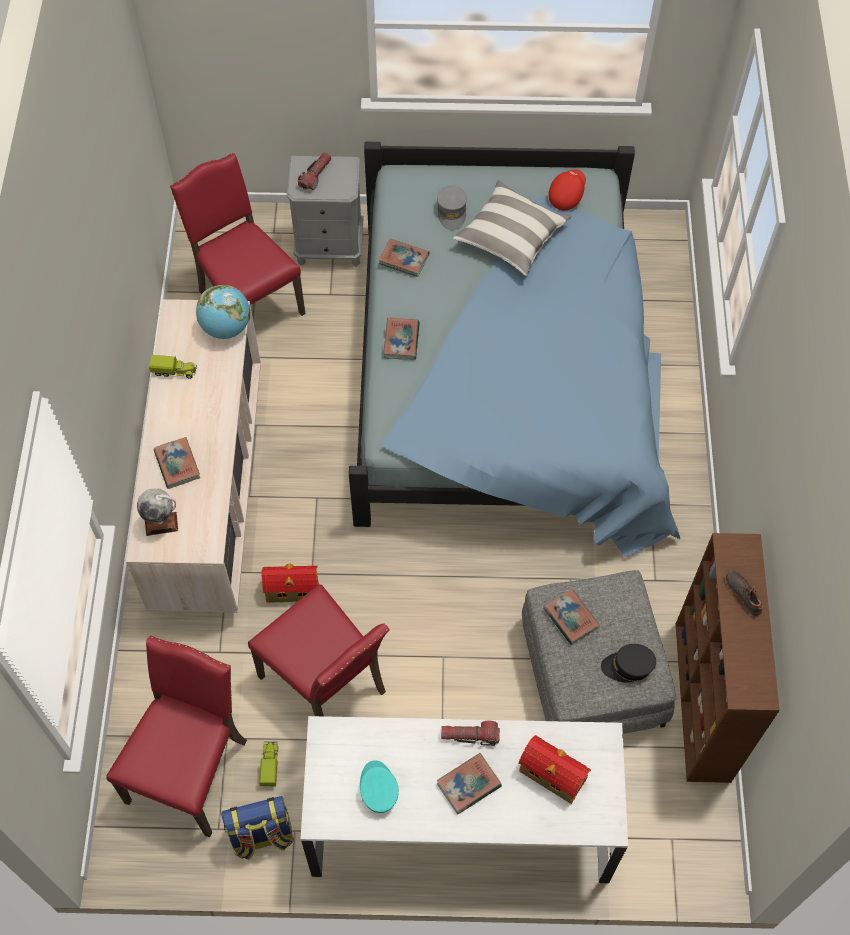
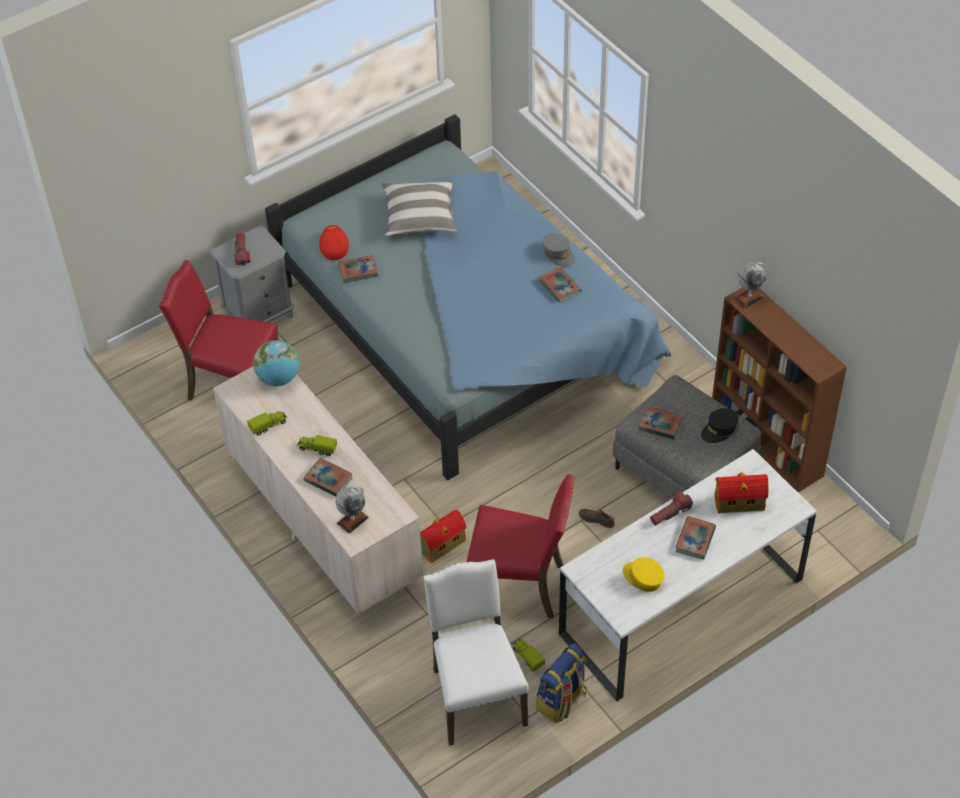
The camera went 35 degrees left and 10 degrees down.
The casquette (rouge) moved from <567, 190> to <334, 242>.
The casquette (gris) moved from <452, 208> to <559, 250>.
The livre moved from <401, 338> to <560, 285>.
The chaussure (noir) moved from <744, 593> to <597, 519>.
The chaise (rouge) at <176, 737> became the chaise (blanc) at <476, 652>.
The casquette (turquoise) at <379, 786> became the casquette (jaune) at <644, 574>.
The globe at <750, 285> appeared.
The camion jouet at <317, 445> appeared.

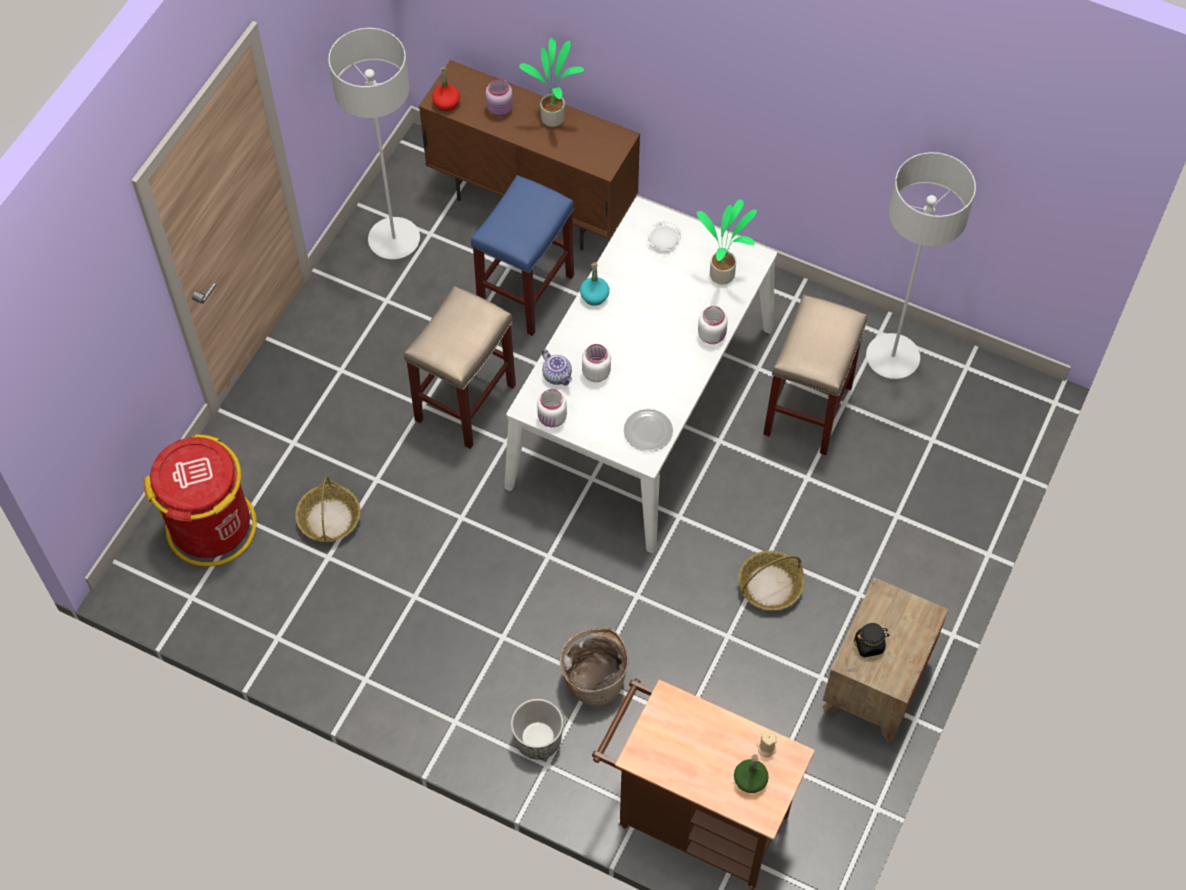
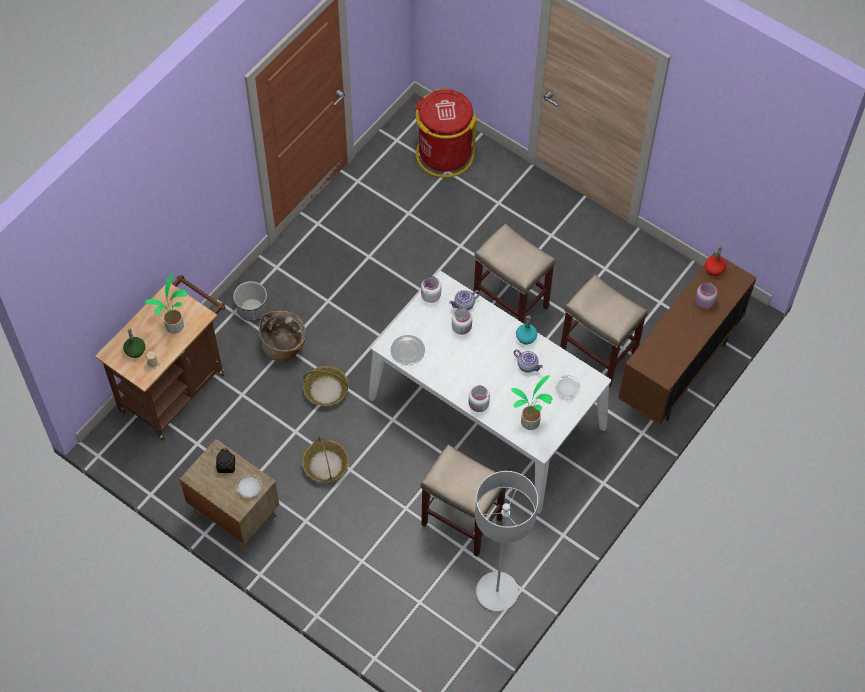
The camera went 100 degrees right and 0 degrees up.
The lampadaire (gris) at <374, 143> disappeared.
The plante en pot moved from <551, 82> to <166, 303>.
The tabouret (bleu) at <522, 255> became the tabouret (beige) at <604, 331>.
The panier moved from <327, 509> to <326, 386>.
The théière at <528, 361> appeared.
The assiette (blanc) at <249, 486> appeared.

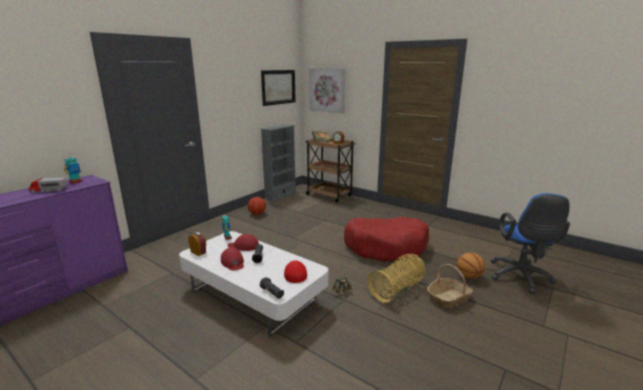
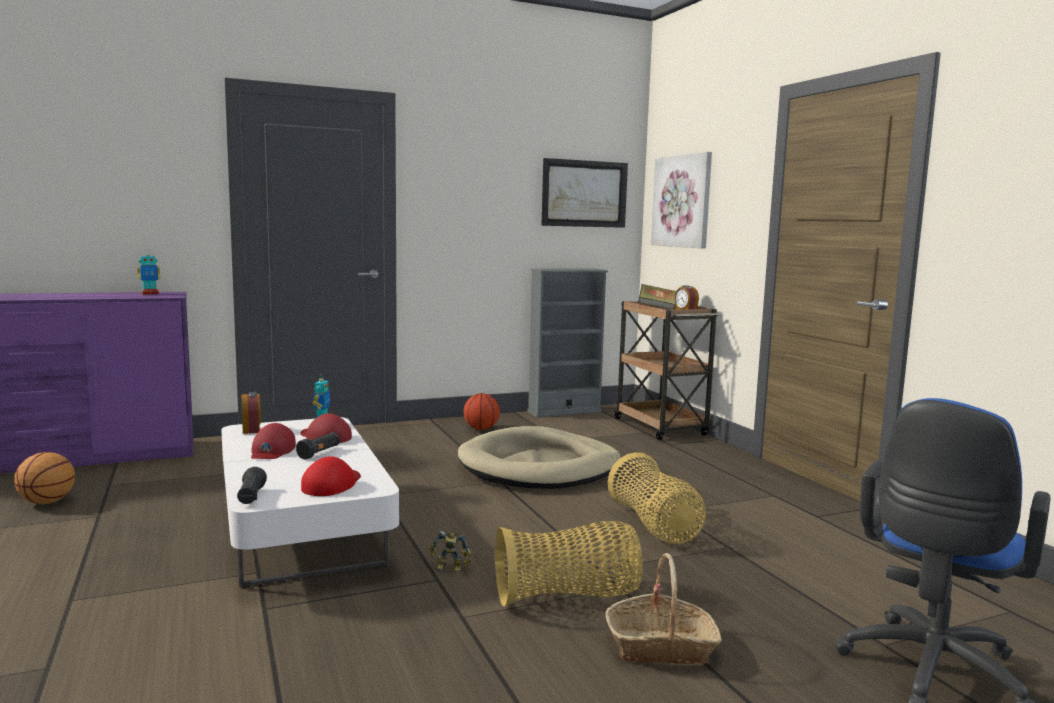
The camera went 30 degrees right and 10 degrees down.
The camion jouet at <48, 185> disappeared.
The panier pour chien (rouge) at <386, 239> was replaced by the panier at <657, 498>.
The ballon de basket moved from <471, 265> to <44, 478>.
The panier pour chien (beige) at <539, 457> appeared.

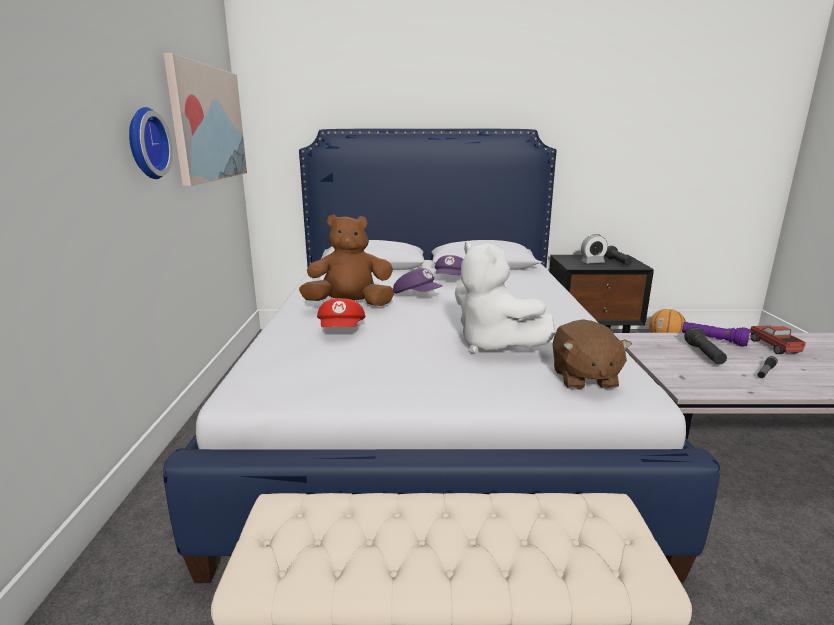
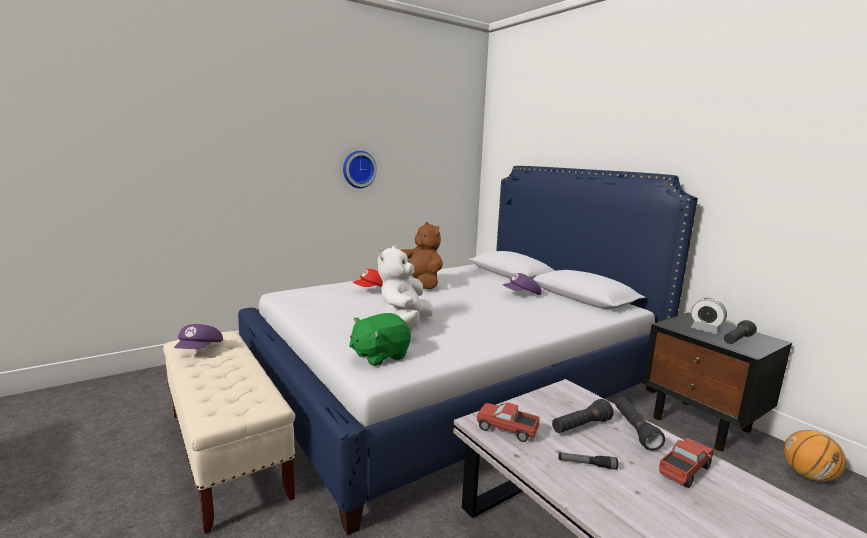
The camera went 55 degrees right and 5 degrees down.
The tableau at <205, 119> disappeared.
The casquette (violet) moved from <417, 280> to <198, 336>.
The peluche (marron) at <592, 354> became the peluche (vert) at <380, 339>.
The lampe de poche (violet) at <716, 334> became the lampe de poche (noir) at <640, 424>.
The camion jouet at <508, 422> appeared.

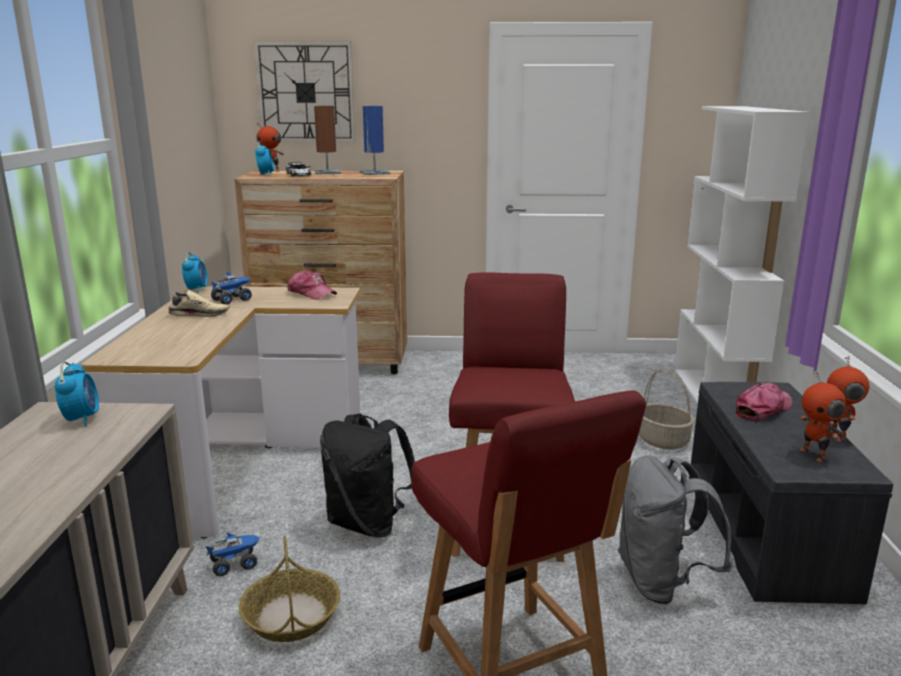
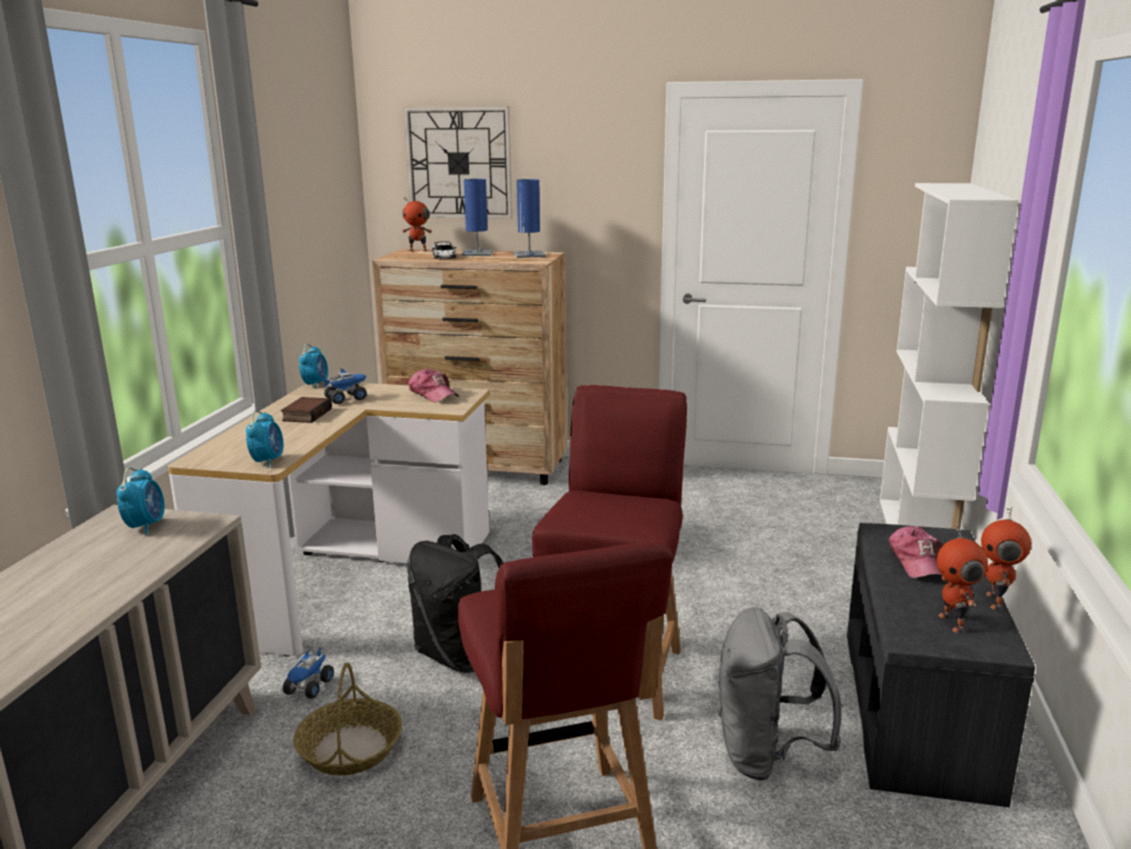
The camera went 10 degrees right and 0 degrees up.
The lampe de table (marron) at <327, 140> became the lampe de table (bleu) at <477, 217>.
The réveil moved from <264, 158> to <265, 439>.
The chaussure (beige) at <198, 303> was replaced by the livre at <306, 410>.
The panier at <667, 409> disappeared.
The casquette at <763, 402> turned 120 degrees clockwise.
The camion jouet at <232, 554> turned 120 degrees clockwise.

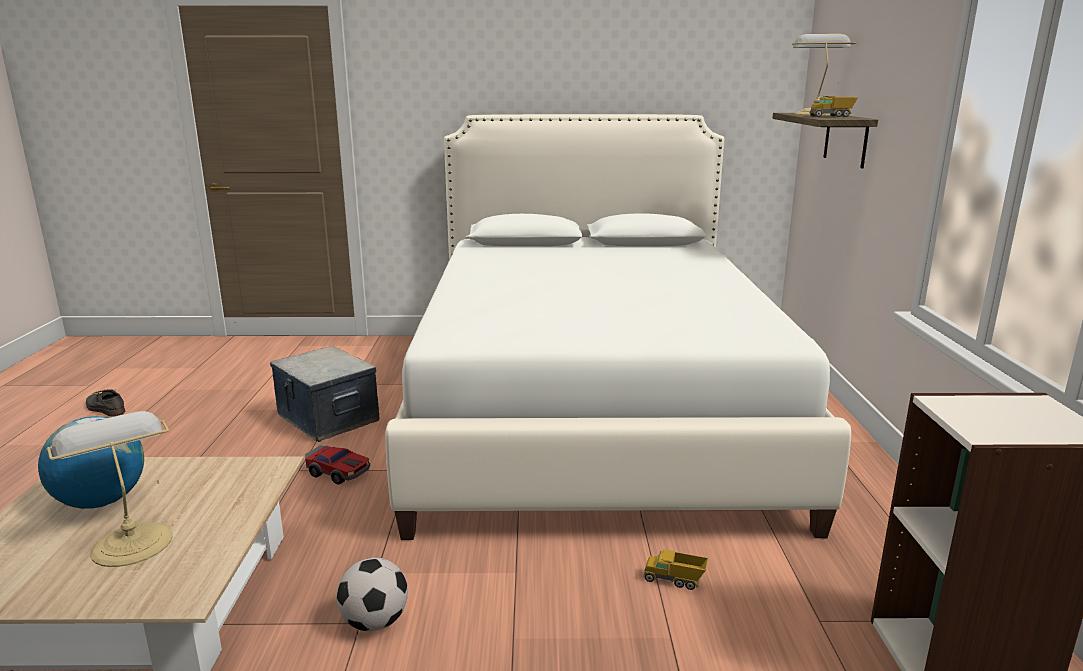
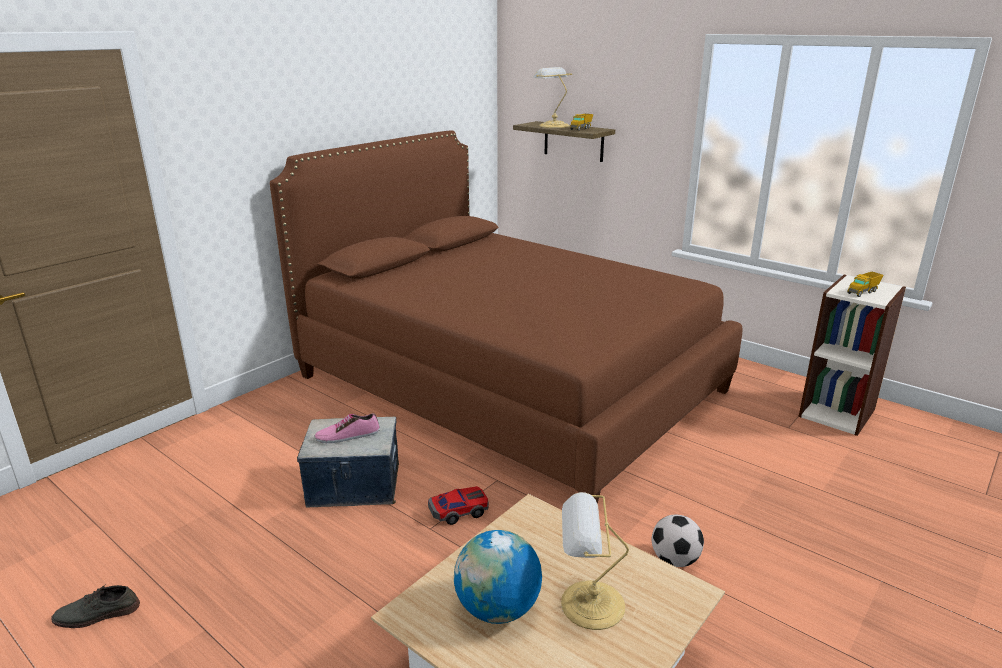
The camera went 50 degrees left and 5 degrees up.
The lit (blanc) at <618, 327> became the lit (marron) at <506, 317>.
The camion jouet moved from <675, 569> to <865, 284>.
The chaussure at <347, 428> appeared.

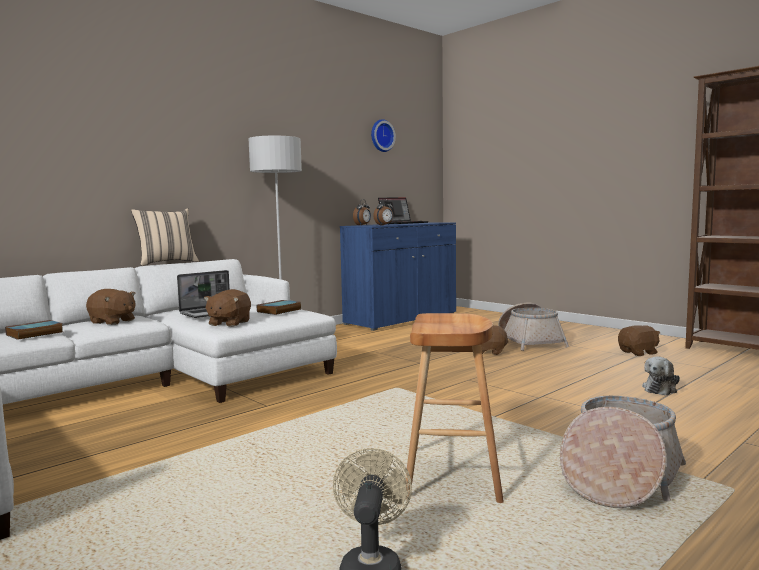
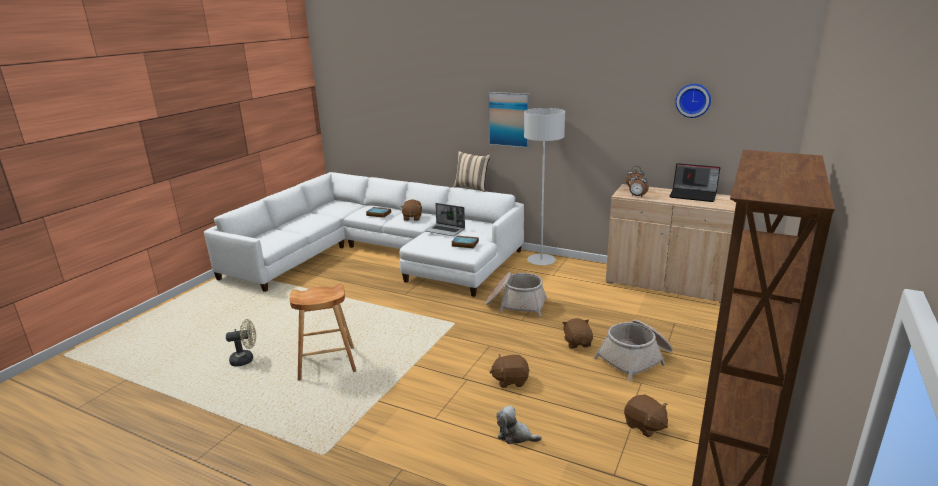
The camera went 70 degrees right and 15 degrees up.
The meuble de rangement (bleu) at <398, 276> became the meuble de rangement (beige) at <671, 243>.
The peluche (marron) moved from <227, 308> to <510, 371>.
The panier moved from <623, 452> to <516, 294>.
The tableau at <509, 120> appeared.

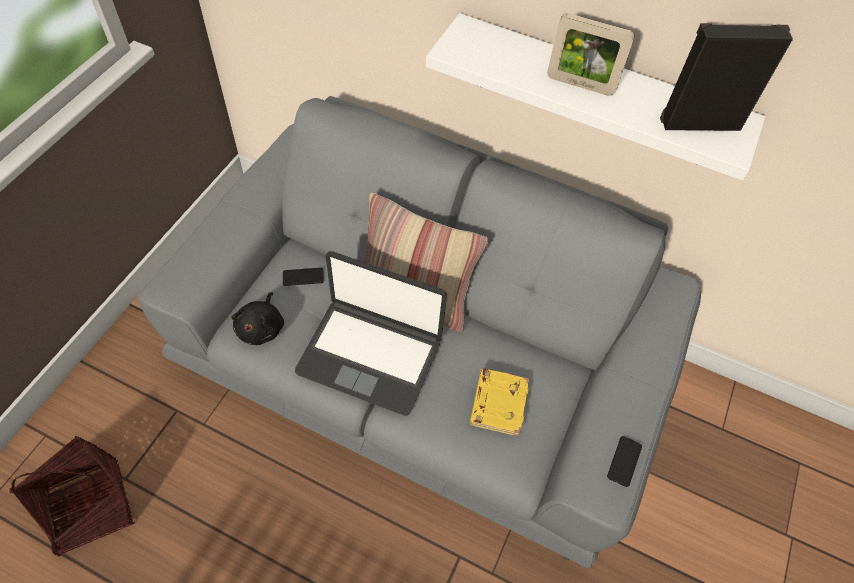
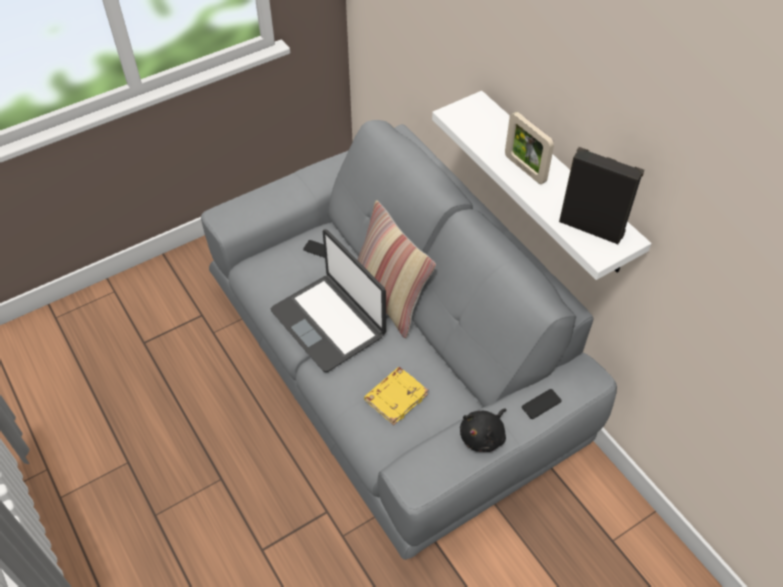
The camera went 35 degrees right and 5 degrees down.
The peluche (noir) moved from <257, 318> to <483, 430>.
The panier at <72, 496> disappeared.
The téléphone moved from <624, 461> to <542, 404>.

